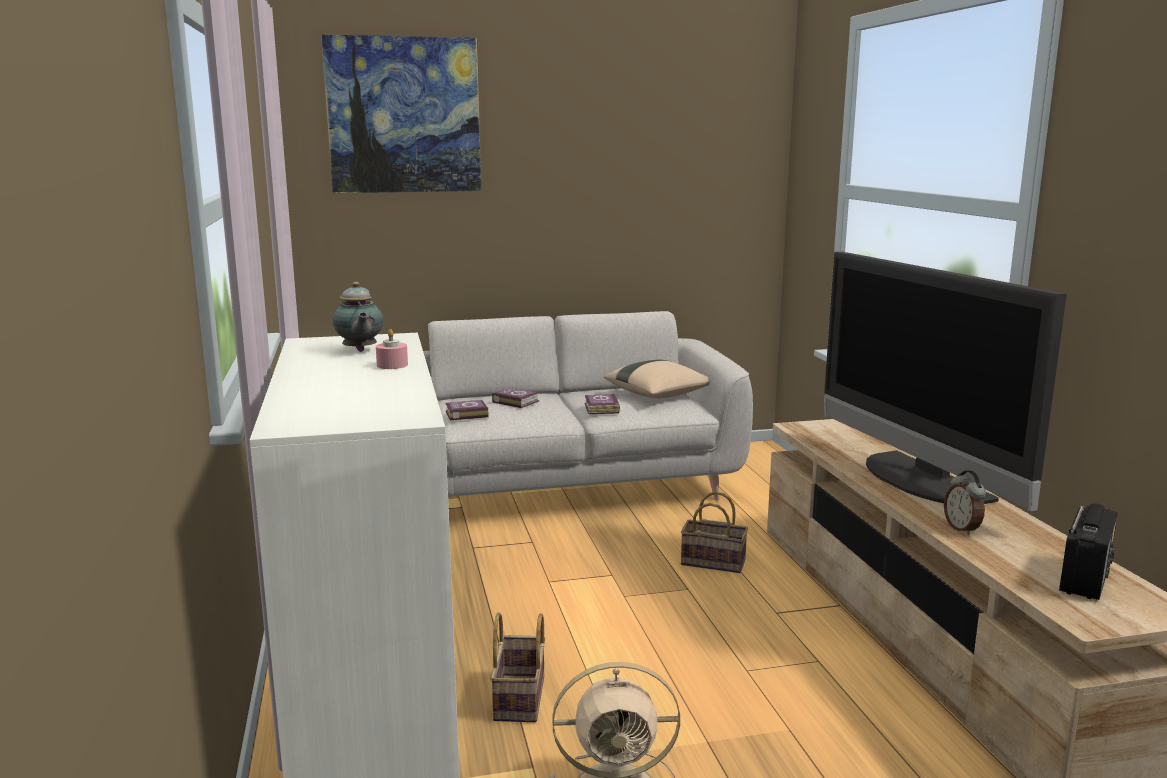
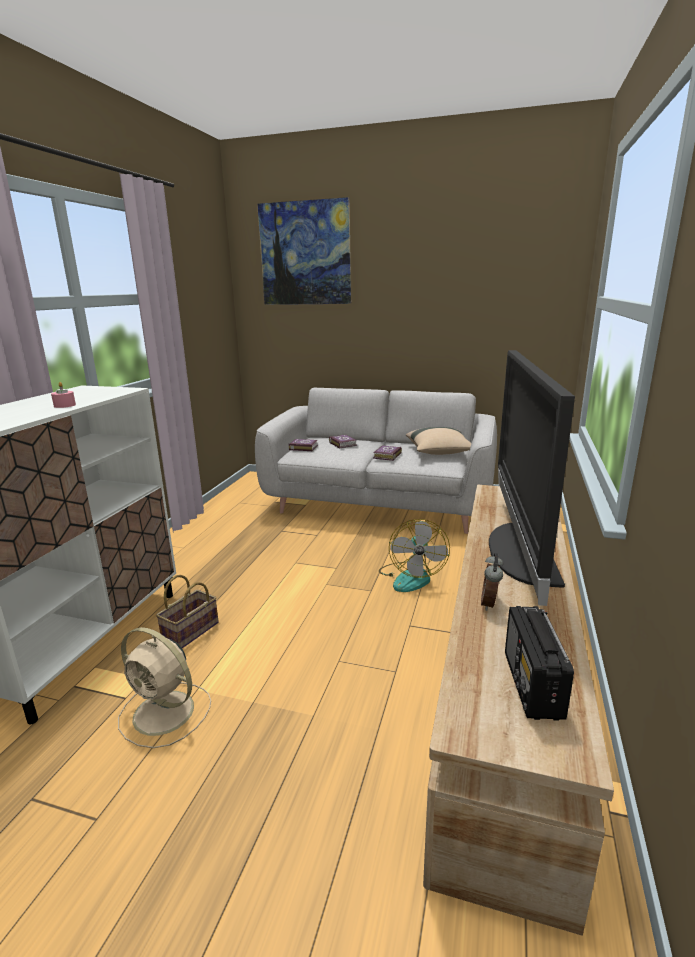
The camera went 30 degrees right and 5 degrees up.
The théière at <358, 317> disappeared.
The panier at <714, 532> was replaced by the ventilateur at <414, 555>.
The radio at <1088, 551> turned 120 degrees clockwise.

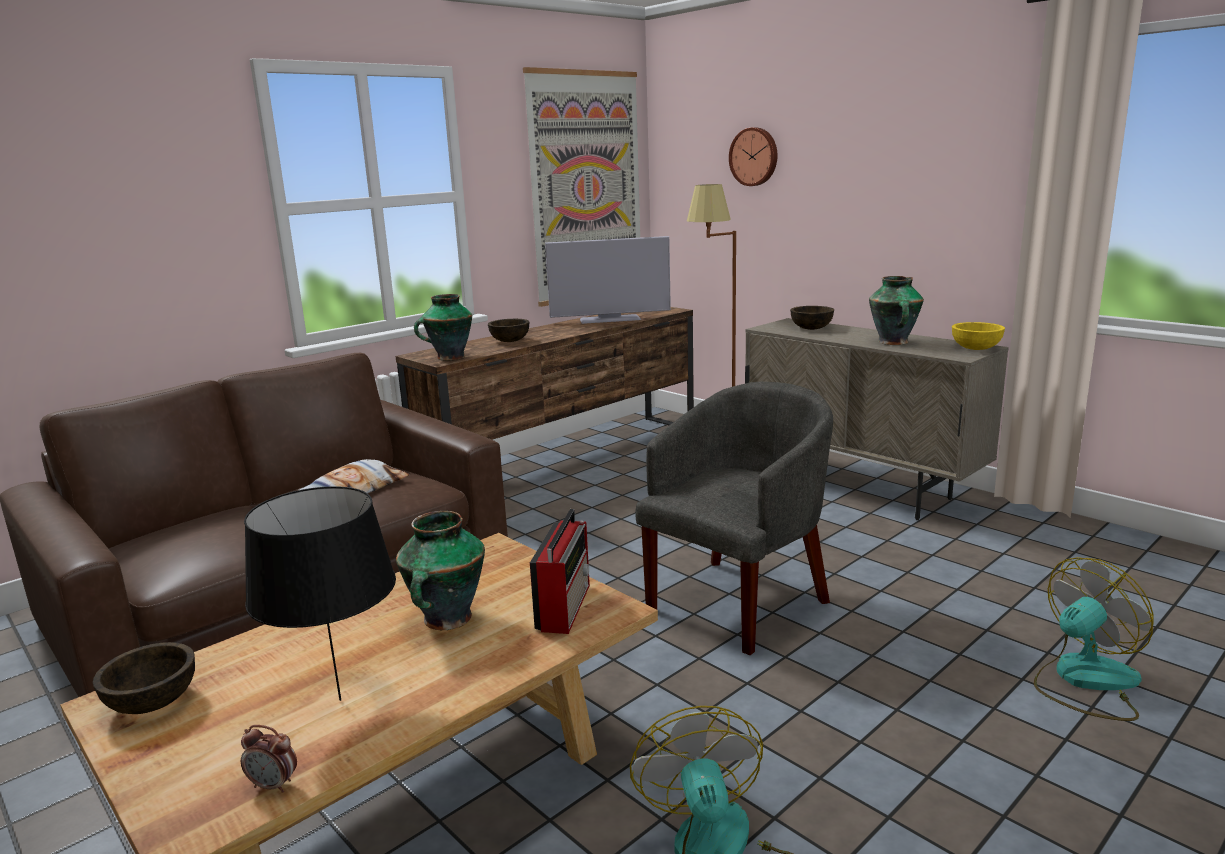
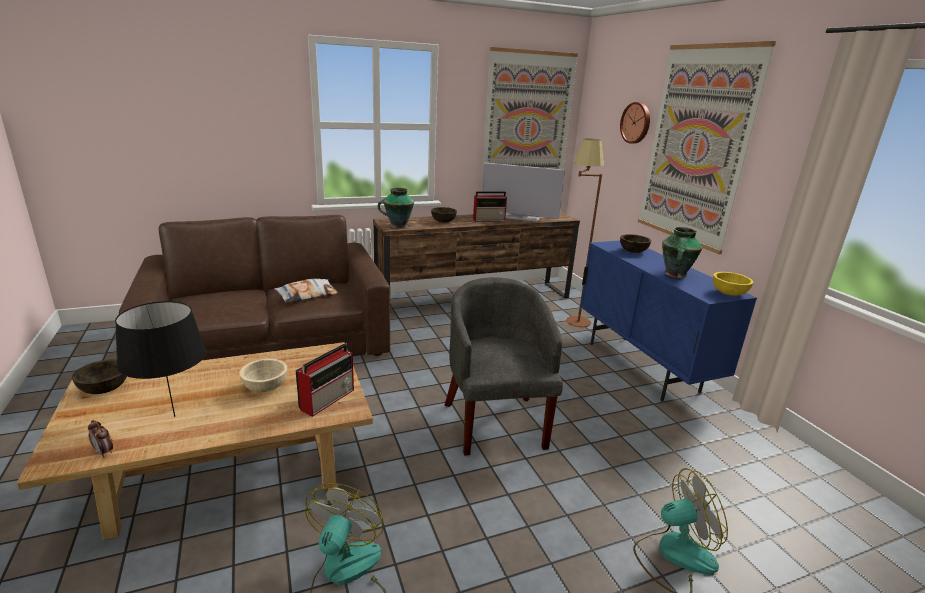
The camera went 20 degrees right and 5 degrees up.
The meuble de rangement (beige) at <877, 419> became the meuble de rangement (bleu) at <668, 321>.
The fauteuil (gris) at <734, 518> turned 75 degrees counterclockwise.
The vase at <440, 570> was replaced by the bol (beige) at <263, 375>.
The tableau at <707, 147> appeared.
The radio at <490, 206> appeared.

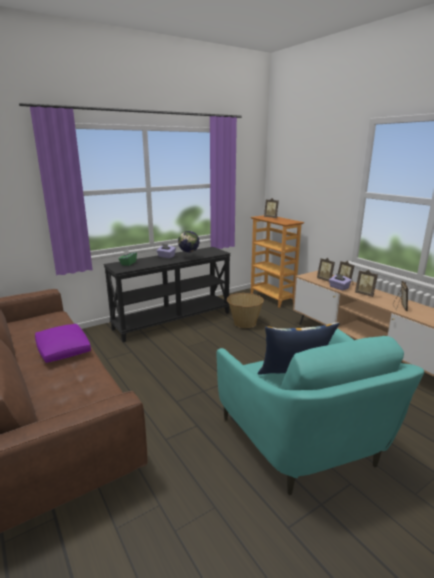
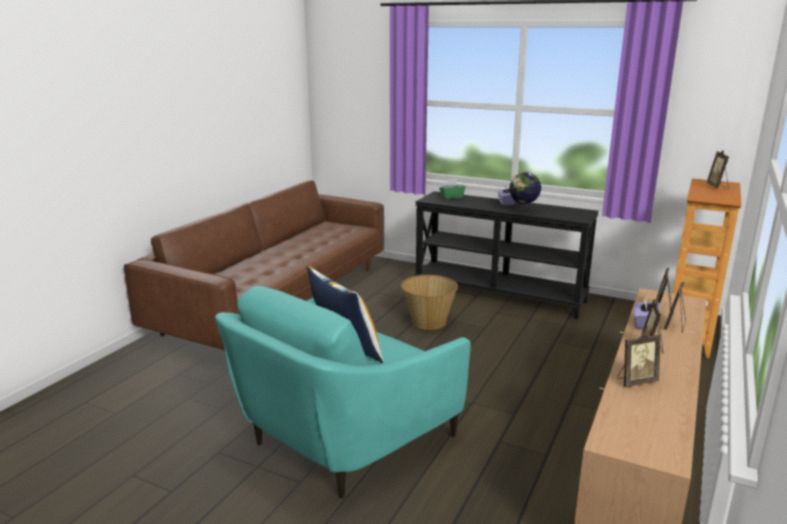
The camera went 60 degrees right and 0 degrees up.
The panier moved from <245, 310> to <429, 302>.
The coussin (violet) at <63, 343> disappeared.

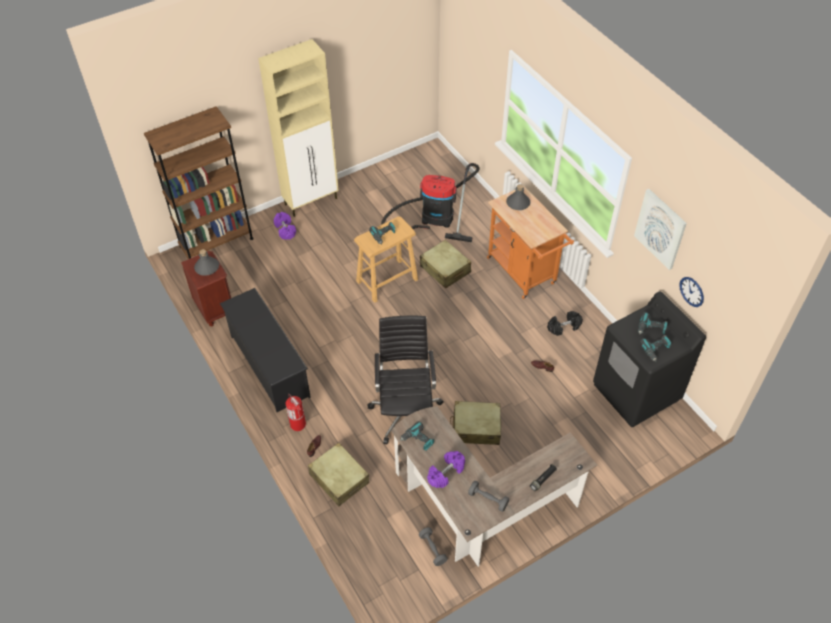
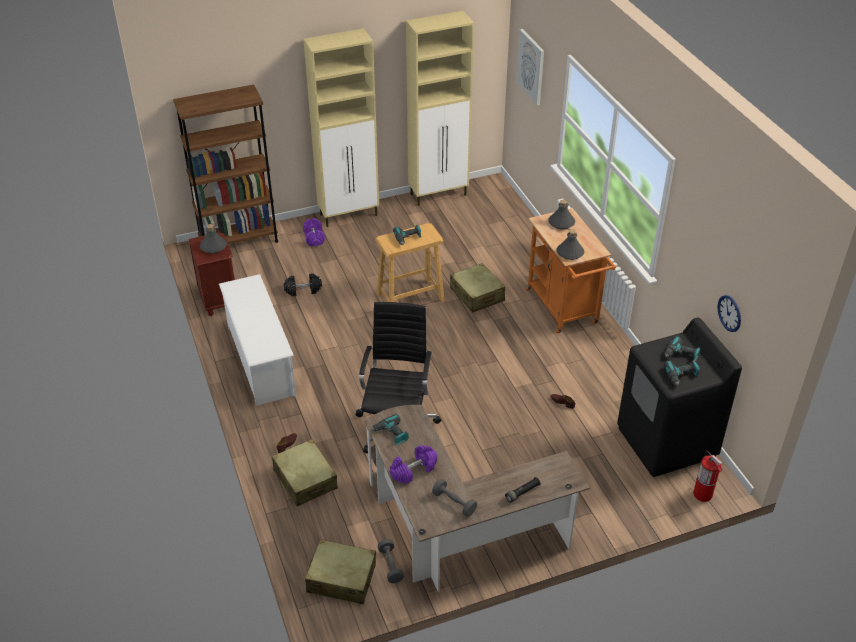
The camera went 10 degrees right and 10 degrees down.
The aspirateur at <430, 202> disappeared.
The tableau moved from <660, 229> to <530, 67>.
The étagère à chaussures (noir) at <265, 350> became the étagère à chaussures (blanc) at <257, 340>.
The haltère (noir) moved from <565, 323> to <303, 285>.
The extincteur moved from <296, 412> to <708, 476>.
The valise (beige) moved from <475, 423> to <340, 571>.
The meuble de rangement (beige) at <440, 108> appeared.
The bouteille (gris) at <570, 244> appeared.

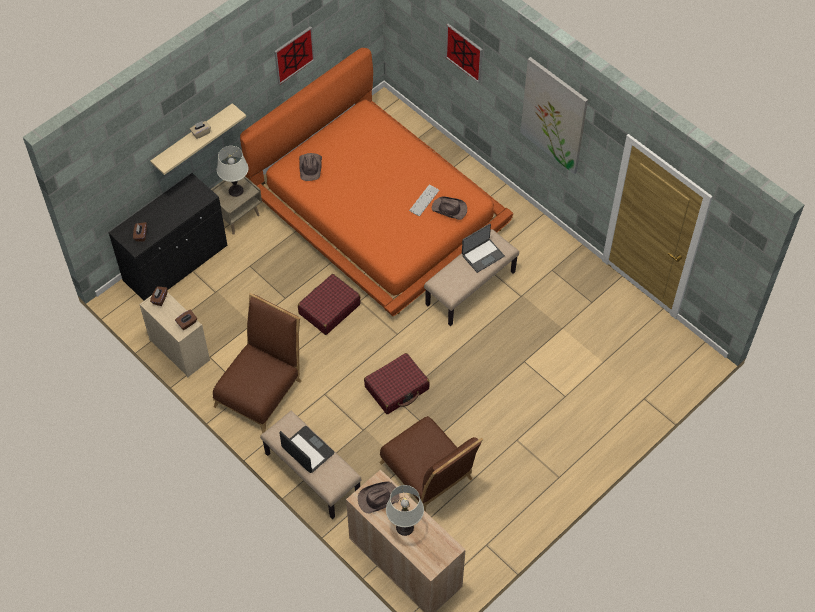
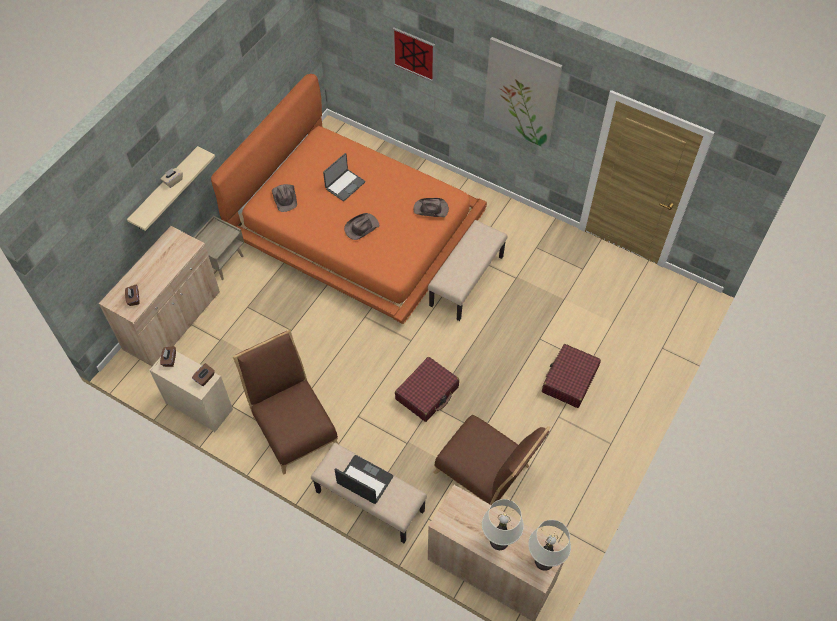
The camera went 15 degrees left and 0 degrees up.
The tableau at <294, 55> disappeared.
The lampe de table (blanc) moved from <232, 171> to <549, 545>.
The meuble de rangement (noir) at <168, 237> became the meuble de rangement (beige) at <159, 296>.
The clavier at <424, 201> disappeared.
The ordinateur portable moved from <483, 248> to <344, 177>.
The valise (rouge) moved from <329, 304> to <571, 376>.
The chaise (marron) at <257, 363> turned 45 degrees counterclockwise.
The chapeau (marron) moved from <378, 497> to <361, 226>.

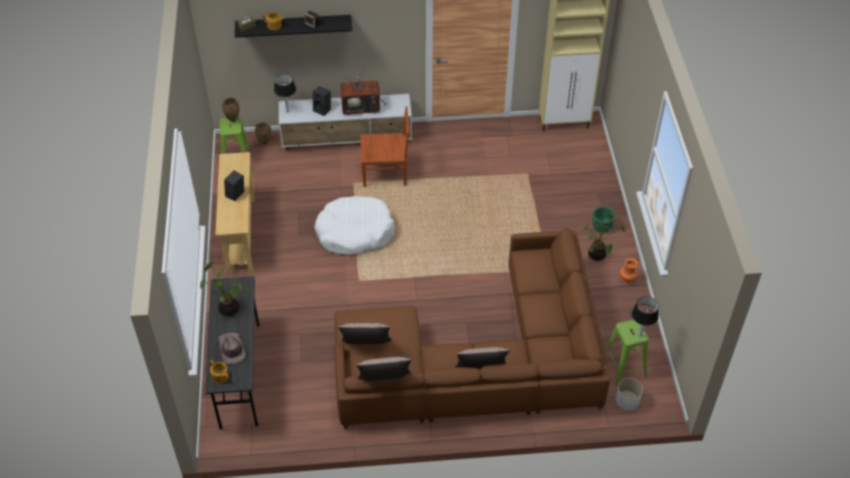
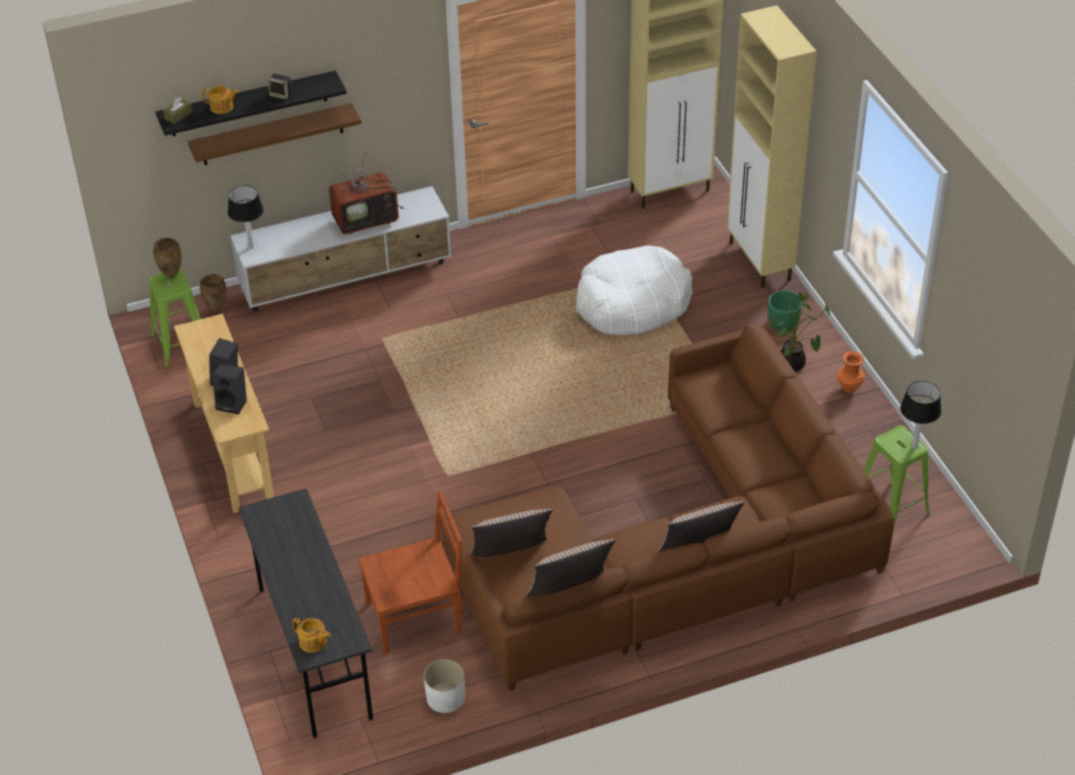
The camera went 15 degrees left and 5 degrees down.
The enceinte (noir) moved from <322, 101> to <229, 388>.
The chaise (marron) moved from <384, 146> to <410, 572>.
The panier pour chien (blanc) moved from <354, 225> to <634, 290>.
The plante en pot at <224, 289> disappeared.
The chapeau (marron) at <232, 348> disappeared.
The cache-pot (blanc) moved from <629, 394> to <444, 686>.
The meuble de rangement (beige) at <772, 146> appeared.
The étagère (marron) at <274, 134> appeared.

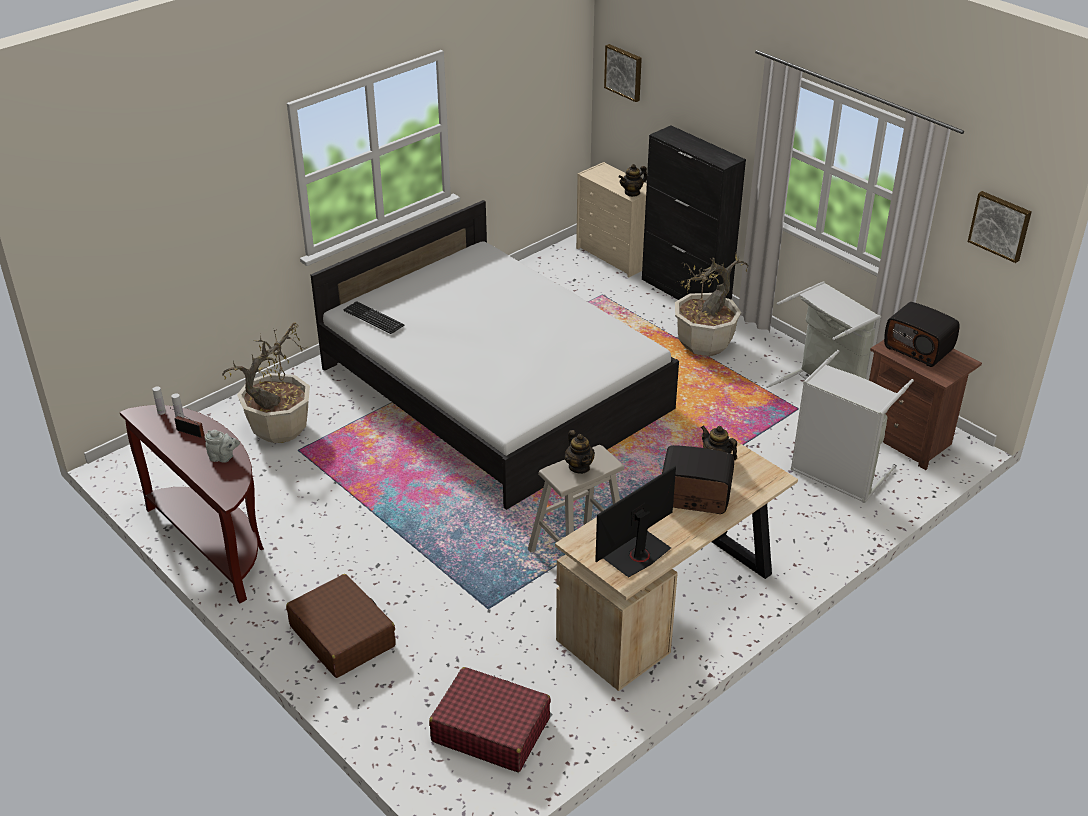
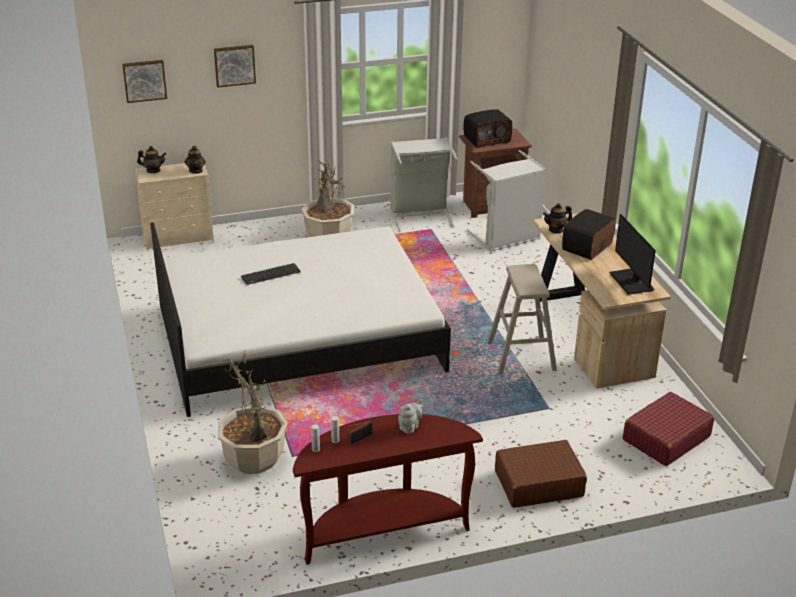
The camera went 65 degrees left and 5 degrees down.
The meuble de rangement (noir) at <694, 213> disappeared.
The tableau moved from <1000, 227> to <235, 66>.
The clavier moved from <374, 317> to <271, 274>.
The théière moved from <580, 452> to <151, 159>.

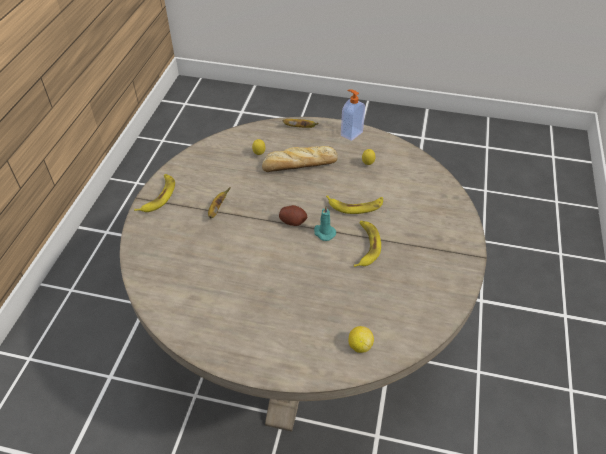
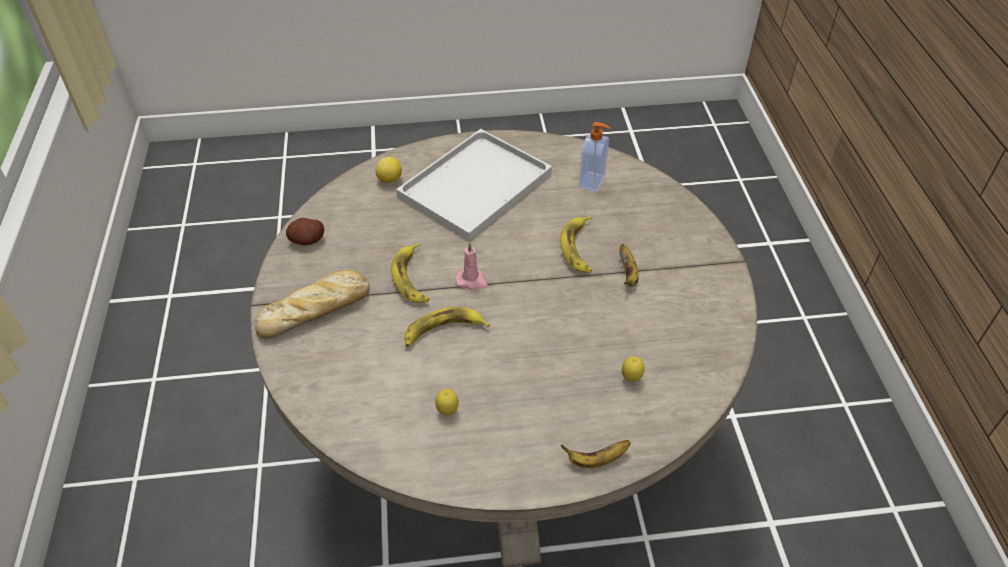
The camera went 160 degrees right and 0 degrees up.
The distributeur de savon moved from <353, 115> to <594, 157>.
The pain moved from <300, 159> to <312, 304>.
The banane moved from <154, 193> to <576, 244>.
The pomme de terre moved from <293, 215> to <305, 231>.
The bougie (turquoise) at <325, 223> became the bougie (rose) at <472, 266>.
The plateau (blanc) at <474, 184> appeared.

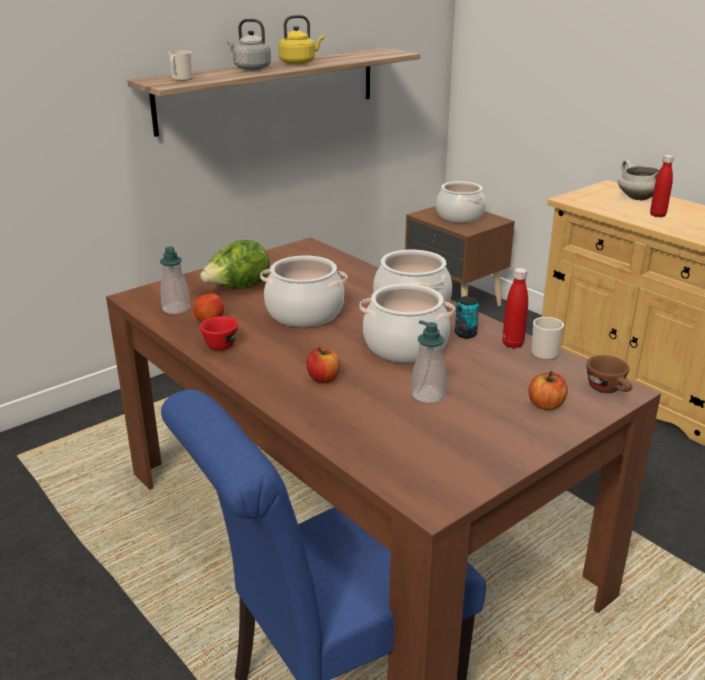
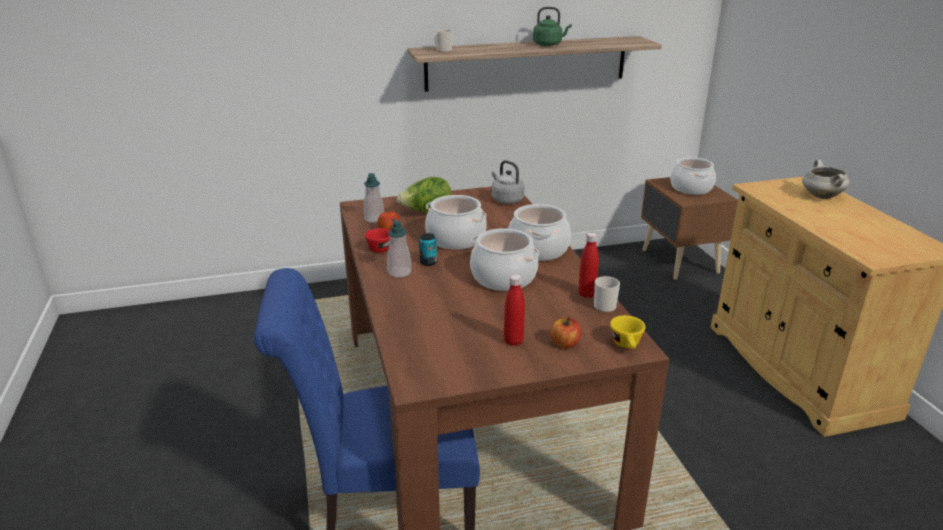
The camera went 25 degrees right and 0 degrees up.
The bouilloire (jaune) at <301, 40> became the bouilloire (vert) at <552, 26>.
The bouilloire (gris) moved from <249, 44> to <507, 182>.
The bouteille (rouge) moved from <662, 186> to <514, 310>.
The boîte métallique moved from <467, 317> to <428, 249>.
The distributeur de savon moved from <428, 361> to <399, 248>.
The pomme at <323, 365> disappeared.
The tasse (marron) at <609, 374> became the tasse (jaune) at <628, 332>.

